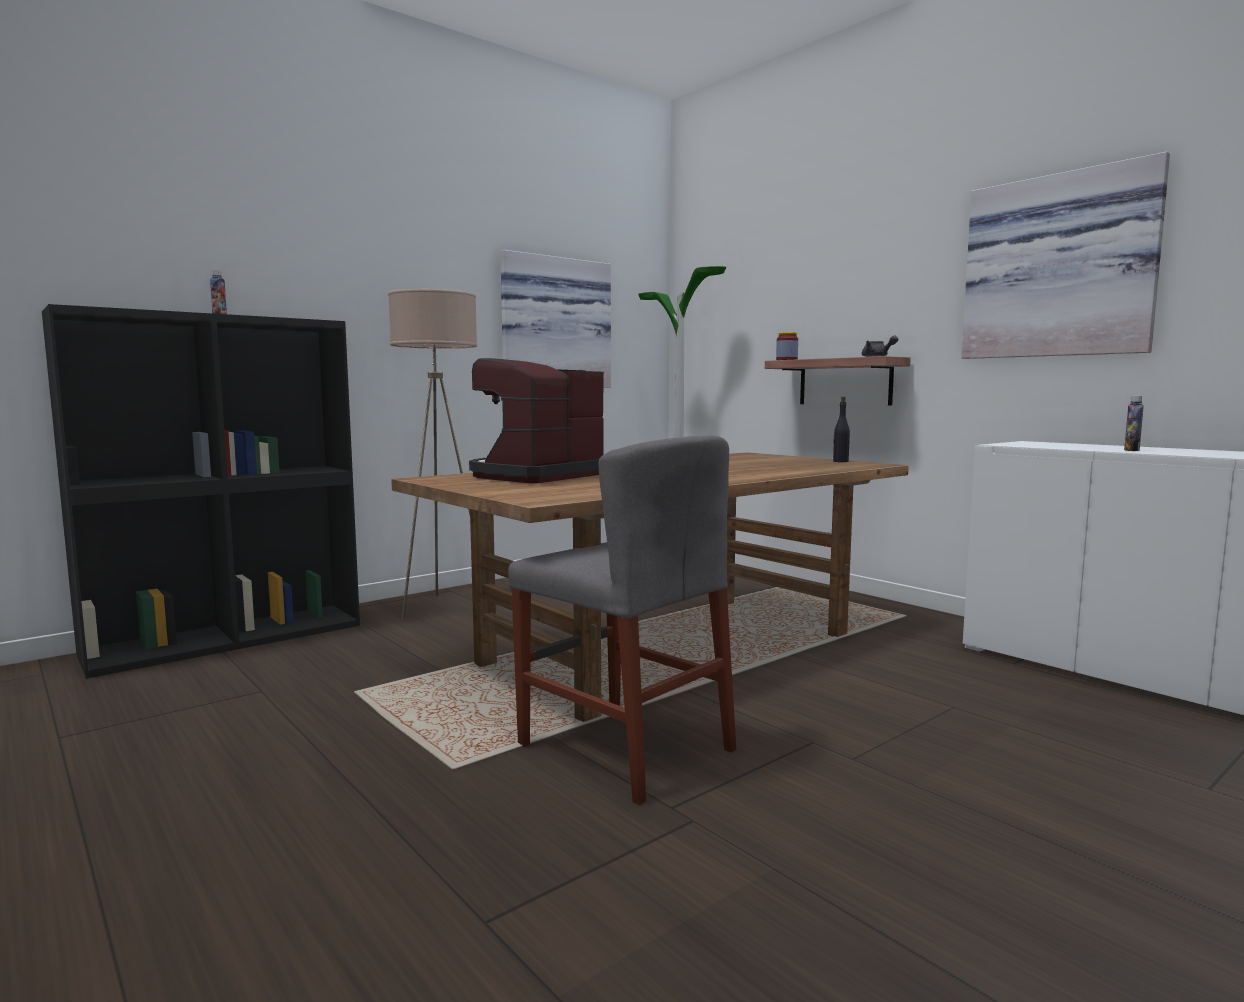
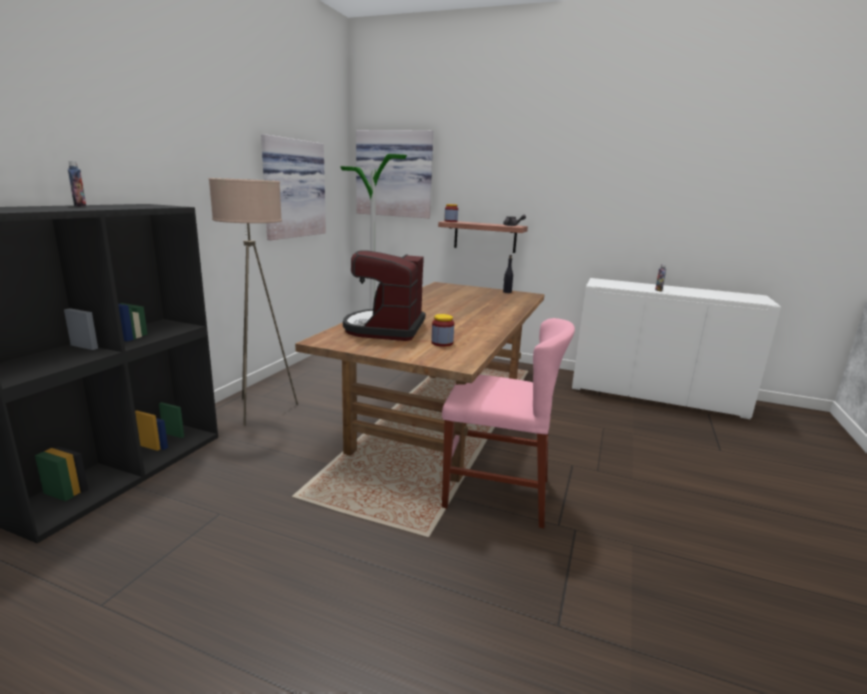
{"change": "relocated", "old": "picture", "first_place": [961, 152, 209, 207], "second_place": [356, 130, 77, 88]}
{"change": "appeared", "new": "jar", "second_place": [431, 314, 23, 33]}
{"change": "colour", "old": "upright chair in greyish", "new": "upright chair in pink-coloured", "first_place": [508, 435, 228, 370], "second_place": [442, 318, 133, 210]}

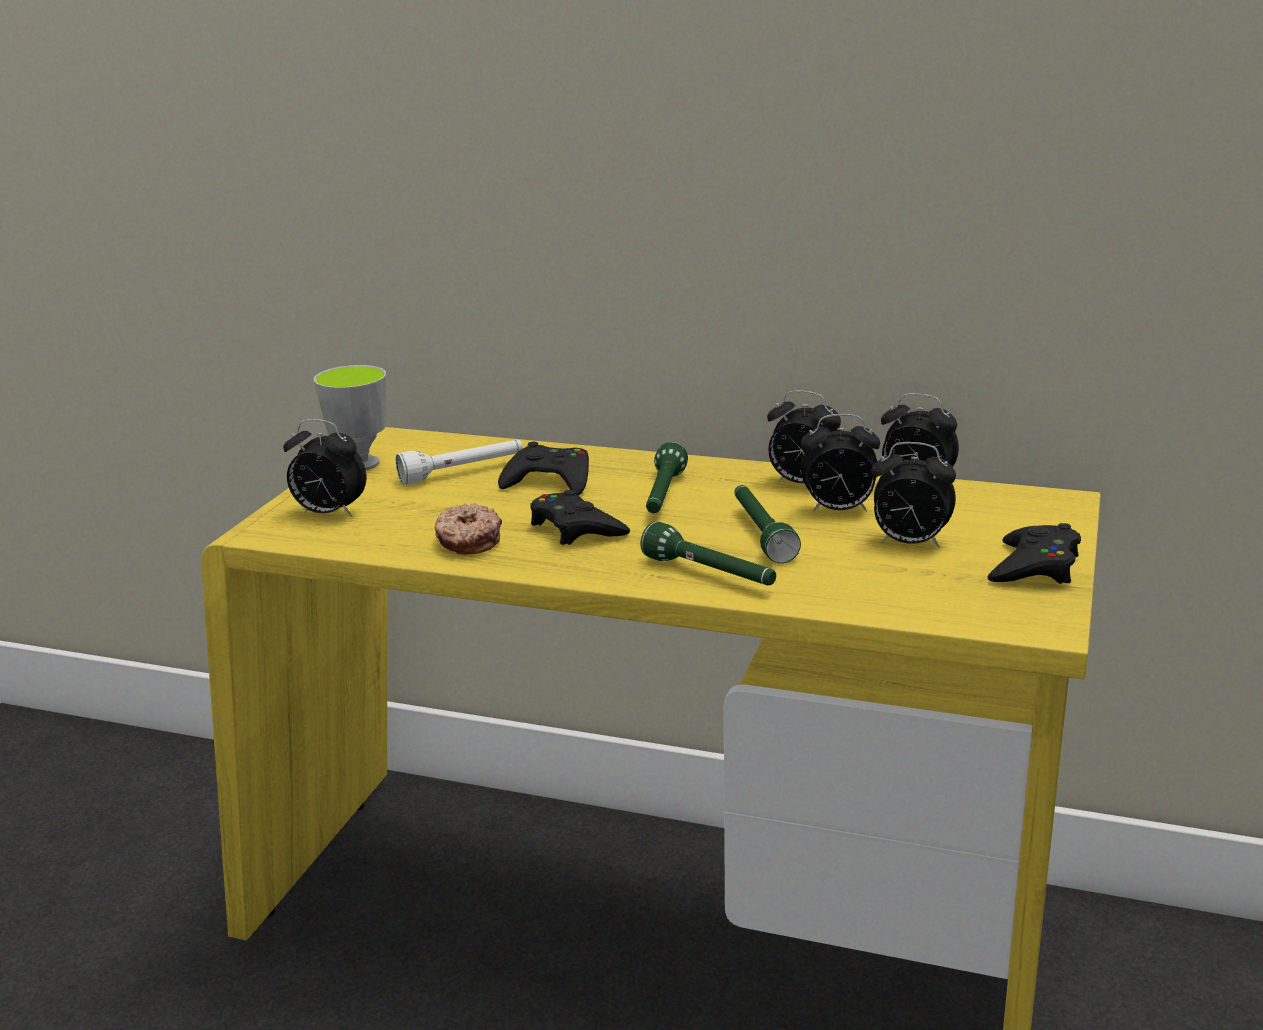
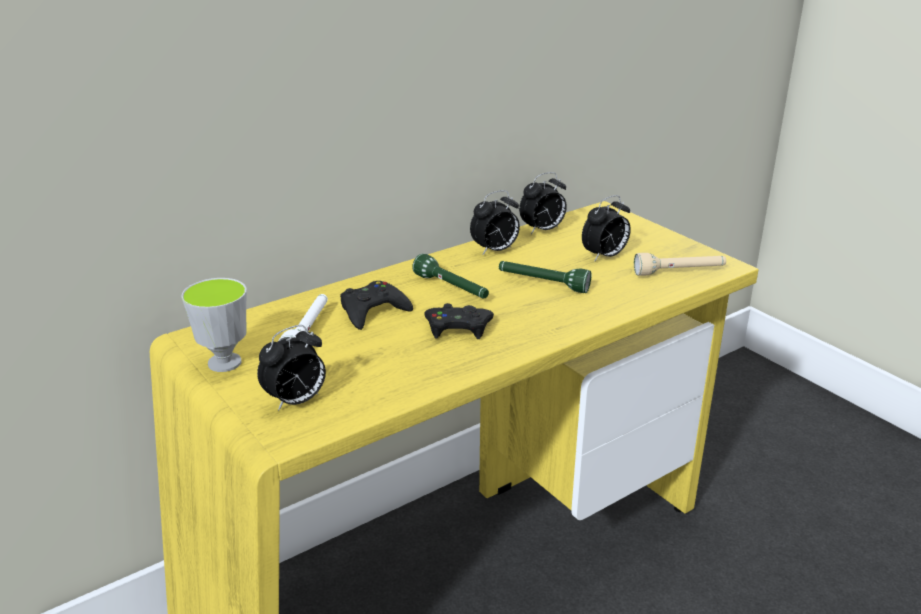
{"change": "appeared", "new": "torch in sand-coloured", "second_place": [634, 253, 92, 23]}
{"change": "missing", "old": "doughnut", "first_place": [435, 503, 67, 52]}
{"change": "missing", "old": "torch in greenish", "first_place": [640, 522, 136, 63]}
{"change": "missing", "old": "alarm clock", "first_place": [801, 414, 79, 98]}
{"change": "missing", "old": "gamepad in blackish", "first_place": [988, 523, 93, 61]}

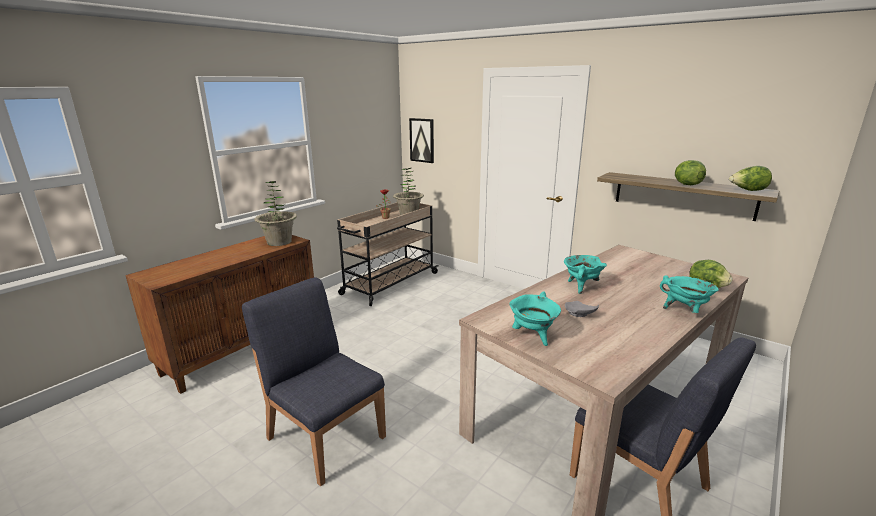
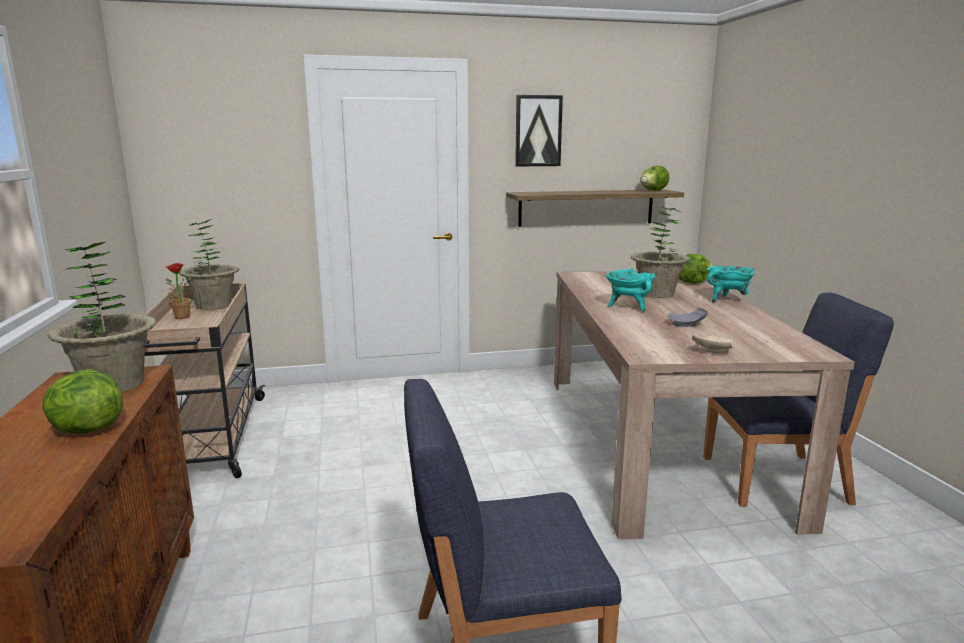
{"change": "relocated", "old": "lettuce head", "first_place": [675, 160, 31, 25], "second_place": [43, 369, 80, 64]}
{"change": "relocated", "old": "picture", "first_place": [409, 118, 25, 45], "second_place": [515, 95, 48, 71]}
{"change": "appeared", "new": "potted plant", "second_place": [630, 205, 60, 93]}
{"change": "exchanged", "old": "cooking pot in turquoise-coloured", "new": "dinner plate in sand-coloured", "first_place": [509, 291, 52, 55], "second_place": [692, 335, 41, 18]}

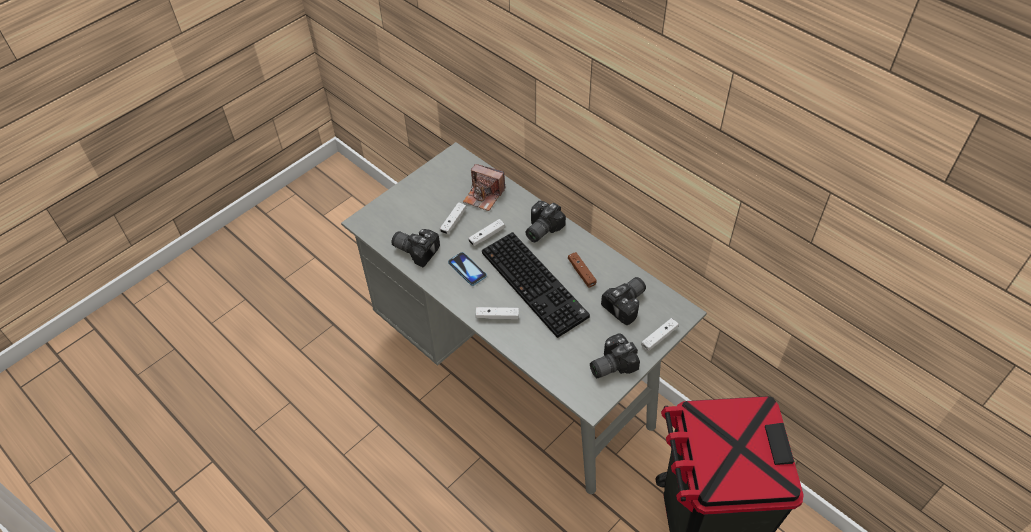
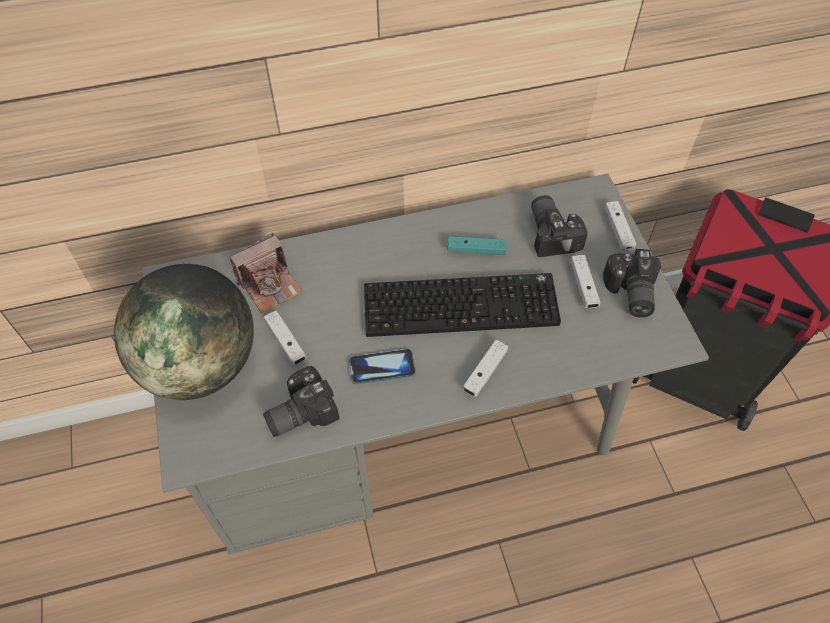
{"change": "appeared", "new": "desk globe", "second_place": [114, 264, 140, 136]}
{"change": "colour", "old": "gamepad in brown", "new": "gamepad in turquoise-coloured", "first_place": [568, 252, 29, 35], "second_place": [447, 236, 60, 19]}
{"change": "relocated", "old": "gamepad in whitish", "first_place": [468, 219, 37, 27], "second_place": [570, 255, 31, 53]}
{"change": "missing", "old": "still camera", "first_place": [525, 201, 41, 41]}

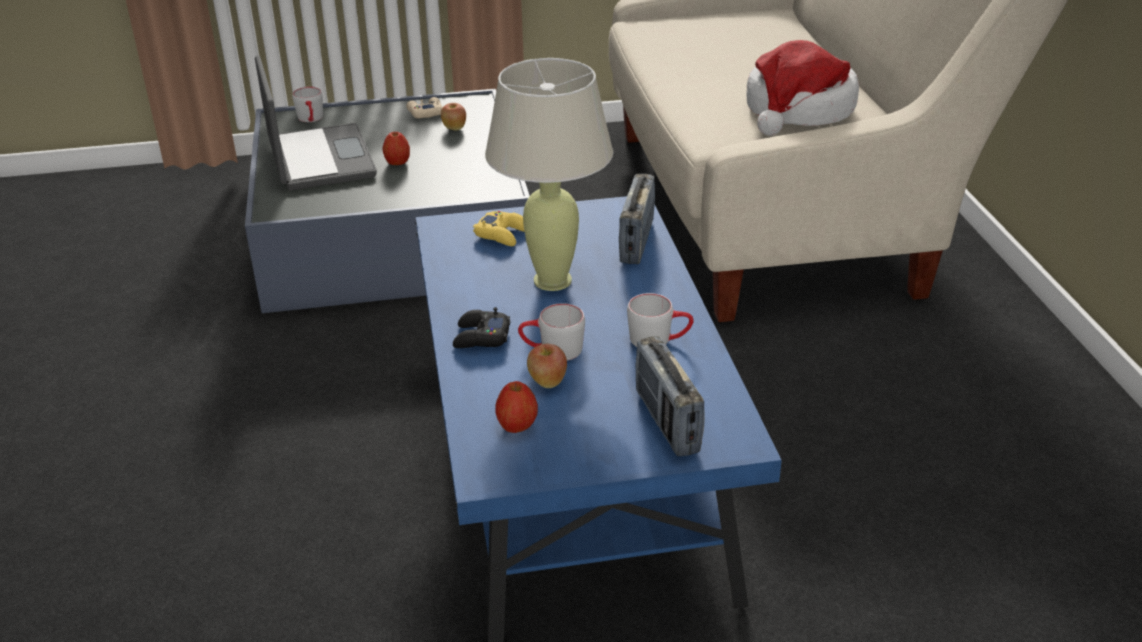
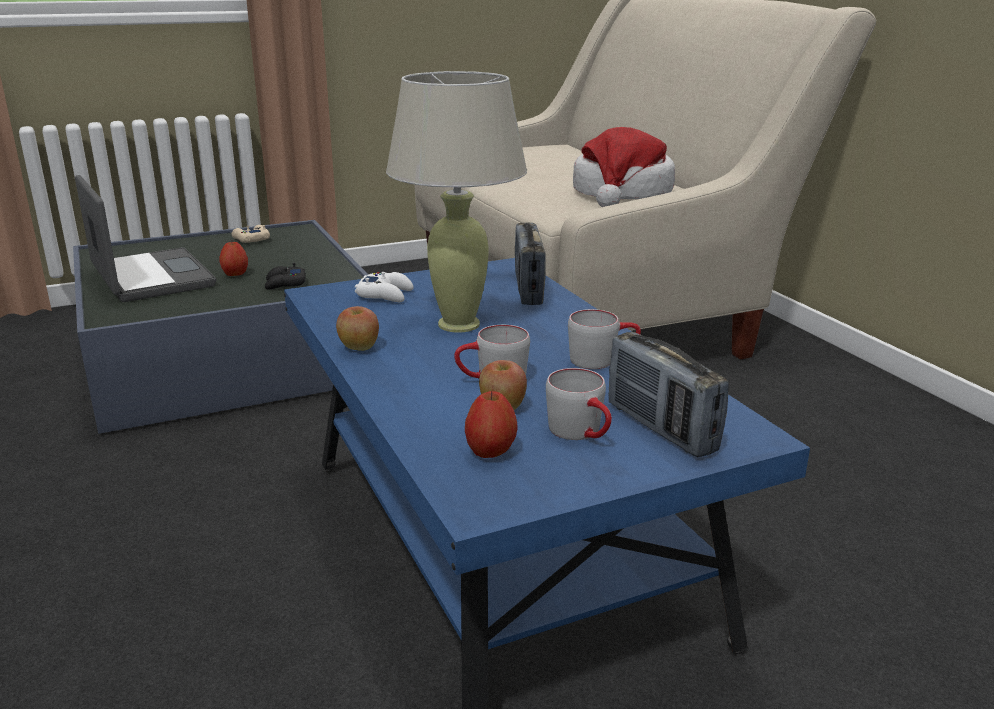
{"change": "relocated", "old": "gamepad in blackish", "first_place": [453, 307, 57, 41], "second_place": [265, 263, 41, 27]}
{"change": "relocated", "old": "apple fruit", "first_place": [441, 103, 25, 28], "second_place": [336, 306, 43, 45]}
{"change": "colour", "old": "gamepad in yellow", "new": "gamepad in whitish", "first_place": [473, 211, 51, 35], "second_place": [355, 272, 59, 30]}
{"change": "relocated", "old": "coffee mug in greyish", "first_place": [292, 87, 31, 35], "second_place": [546, 368, 66, 72]}

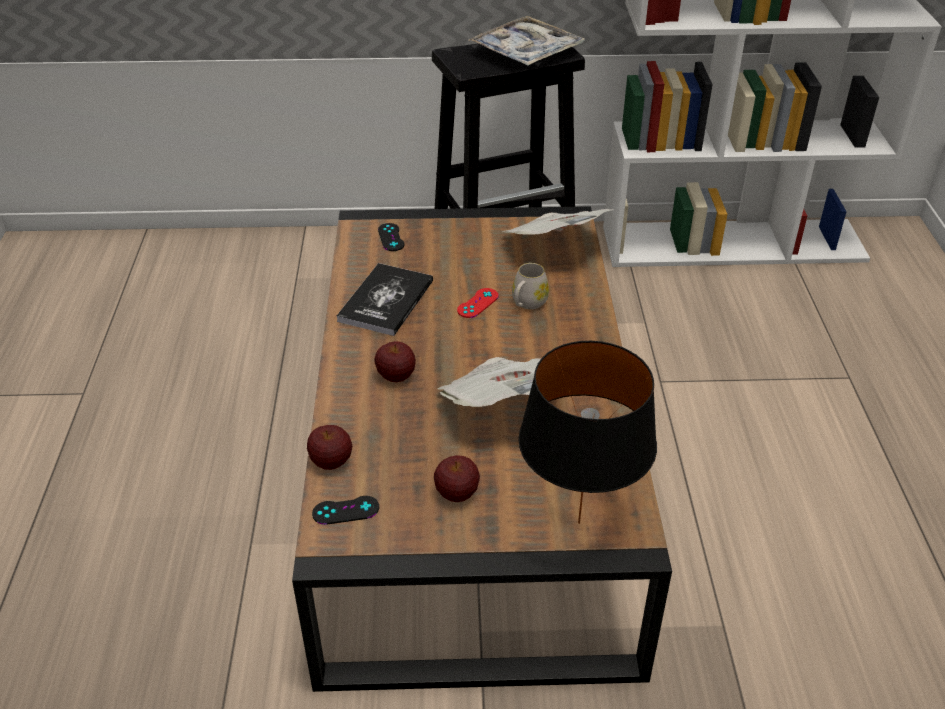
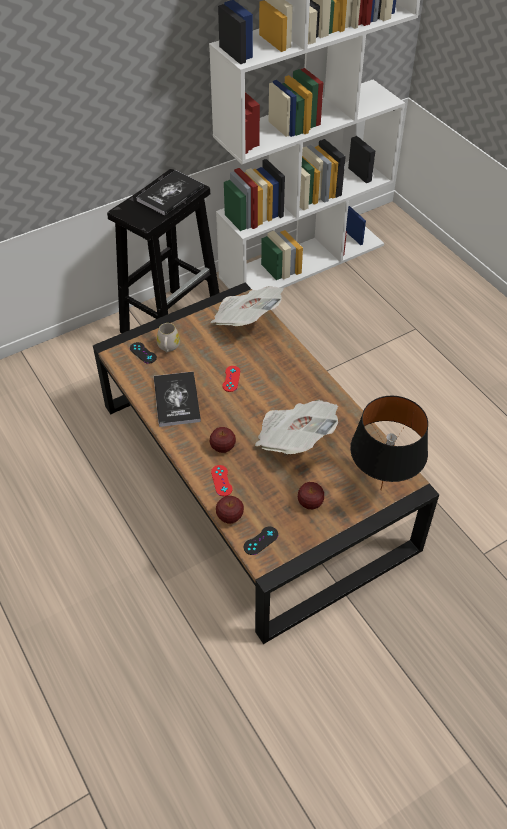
{"change": "exchanged", "old": "carrying tray", "new": "book", "first_place": [468, 16, 117, 50], "second_place": [136, 170, 68, 45]}
{"change": "relocated", "old": "coffee mug in whitish", "first_place": [512, 263, 37, 46], "second_place": [157, 323, 23, 29]}
{"change": "appeared", "new": "gamepad in red-coloured", "second_place": [211, 465, 22, 31]}

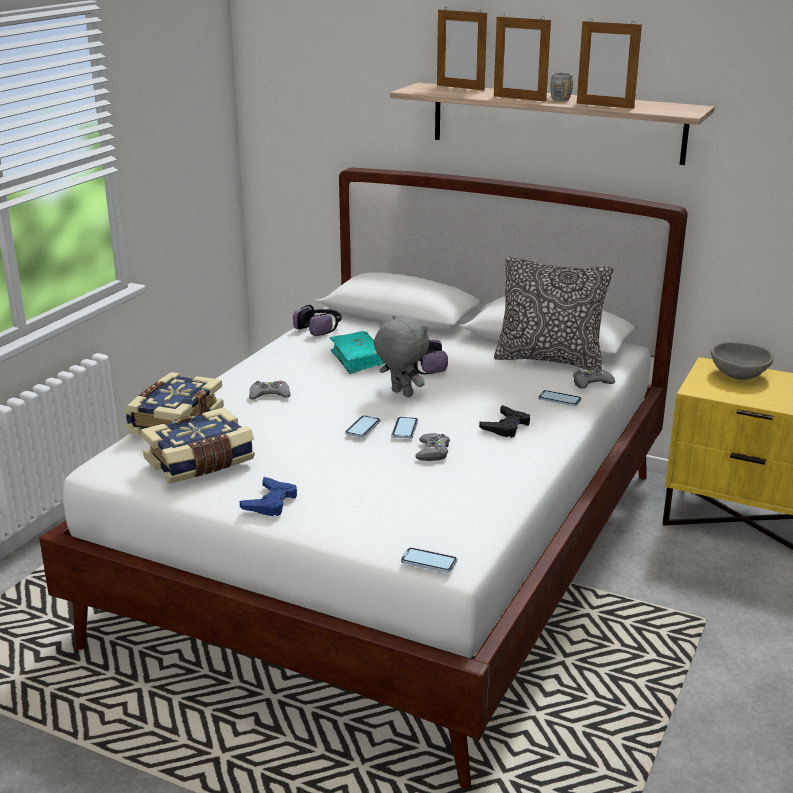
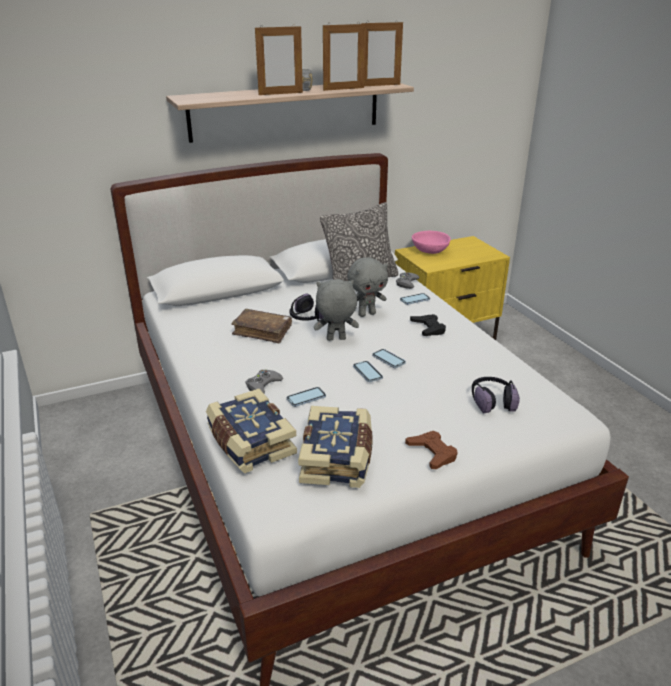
{"change": "colour", "old": "book in turquoise-coloured", "new": "book in brown", "first_place": [330, 331, 55, 43], "second_place": [231, 309, 61, 34]}
{"change": "relocated", "old": "phone", "first_place": [401, 547, 56, 26], "second_place": [287, 387, 39, 20]}
{"change": "appeared", "new": "soft toy in greyish", "second_place": [347, 258, 41, 59]}
{"change": "relocated", "old": "standing frame", "first_place": [437, 7, 50, 83], "second_place": [361, 20, 42, 66]}
{"change": "colour", "old": "gamepad in bluish", "new": "gamepad in brown", "first_place": [239, 477, 58, 39], "second_place": [405, 431, 53, 38]}
{"change": "colour", "old": "deep dish in greyish", "new": "deep dish in pink-coloured", "first_place": [711, 342, 63, 38], "second_place": [412, 231, 39, 23]}
{"change": "relocated", "old": "pair of headphones", "first_place": [293, 305, 49, 31], "second_place": [472, 377, 48, 36]}
{"change": "missing", "old": "gamepad in greyish", "first_place": [415, 433, 35, 28]}

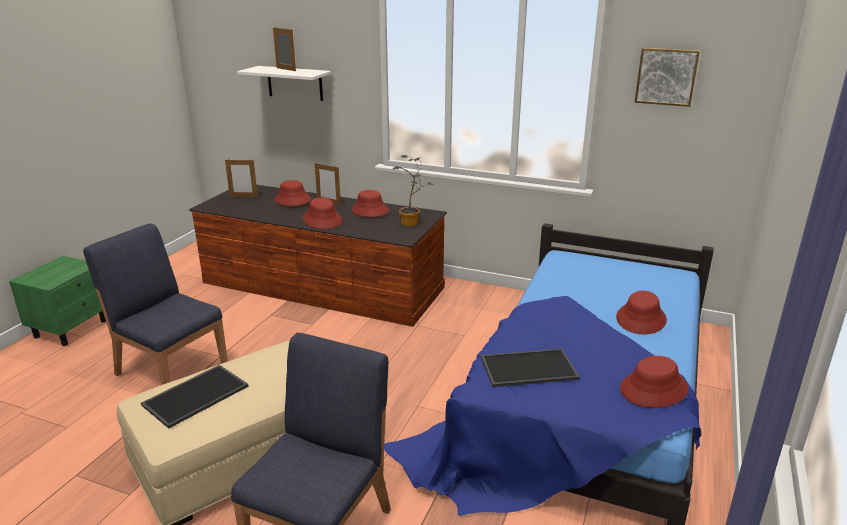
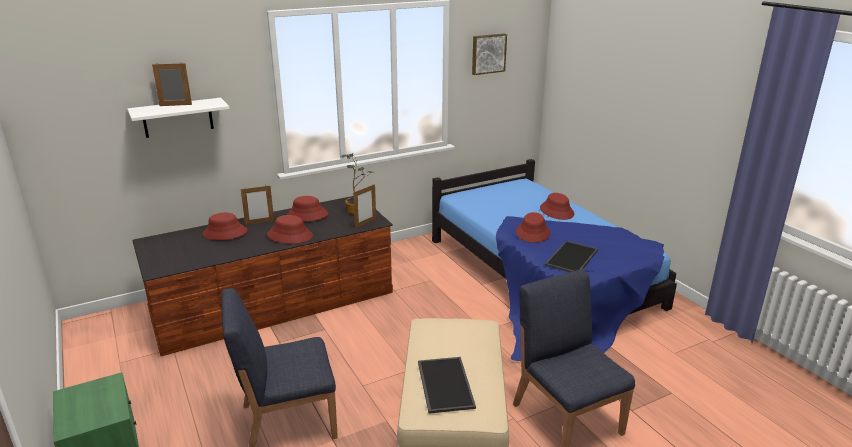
{"change": "relocated", "old": "standing frame", "first_place": [225, 159, 33, 38], "second_place": [353, 184, 23, 44]}
{"change": "relocated", "old": "wearable hat in red-coloured", "first_place": [620, 356, 69, 52], "second_place": [516, 212, 34, 31]}

